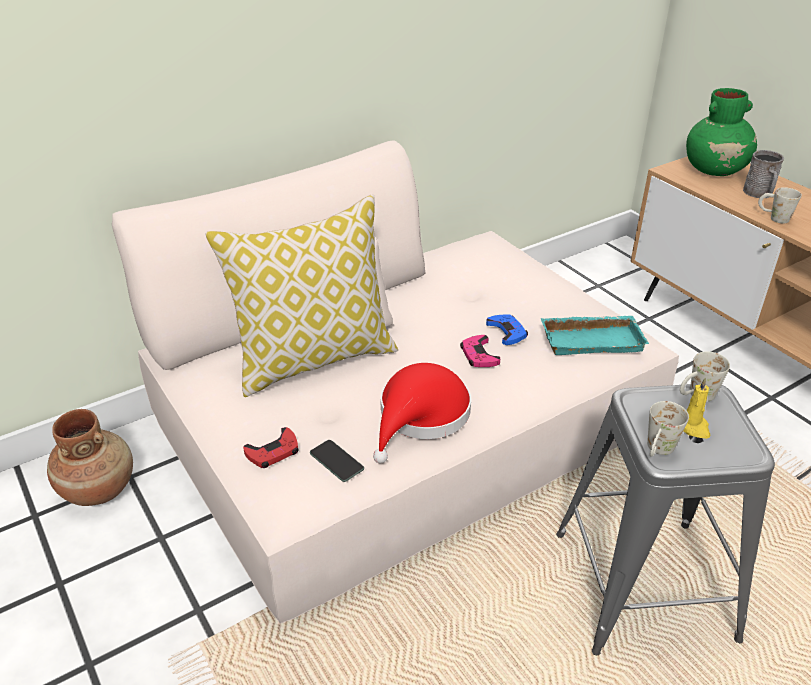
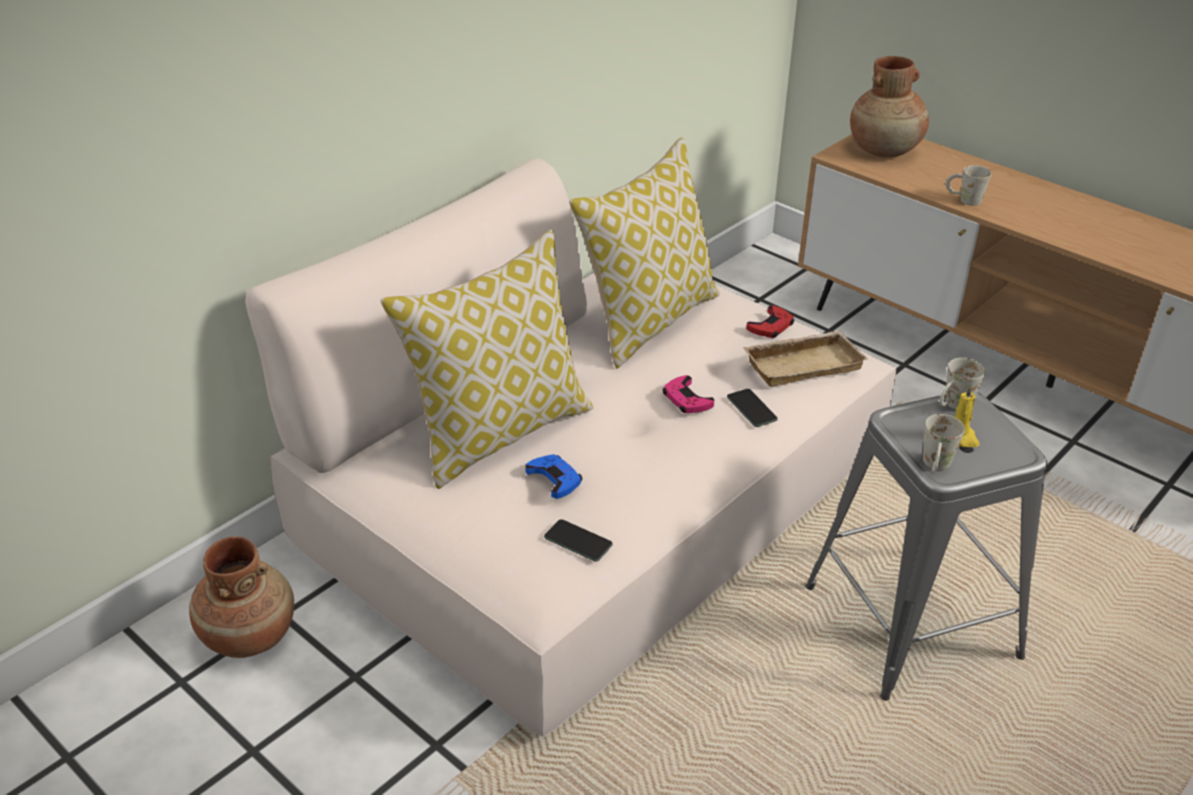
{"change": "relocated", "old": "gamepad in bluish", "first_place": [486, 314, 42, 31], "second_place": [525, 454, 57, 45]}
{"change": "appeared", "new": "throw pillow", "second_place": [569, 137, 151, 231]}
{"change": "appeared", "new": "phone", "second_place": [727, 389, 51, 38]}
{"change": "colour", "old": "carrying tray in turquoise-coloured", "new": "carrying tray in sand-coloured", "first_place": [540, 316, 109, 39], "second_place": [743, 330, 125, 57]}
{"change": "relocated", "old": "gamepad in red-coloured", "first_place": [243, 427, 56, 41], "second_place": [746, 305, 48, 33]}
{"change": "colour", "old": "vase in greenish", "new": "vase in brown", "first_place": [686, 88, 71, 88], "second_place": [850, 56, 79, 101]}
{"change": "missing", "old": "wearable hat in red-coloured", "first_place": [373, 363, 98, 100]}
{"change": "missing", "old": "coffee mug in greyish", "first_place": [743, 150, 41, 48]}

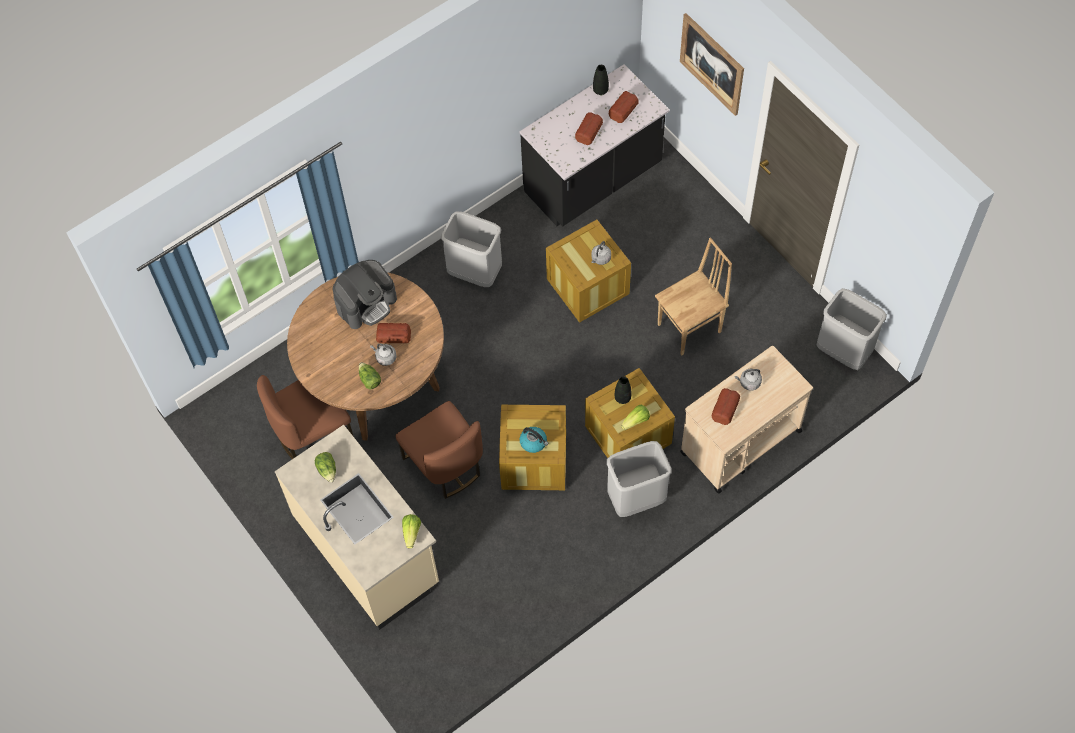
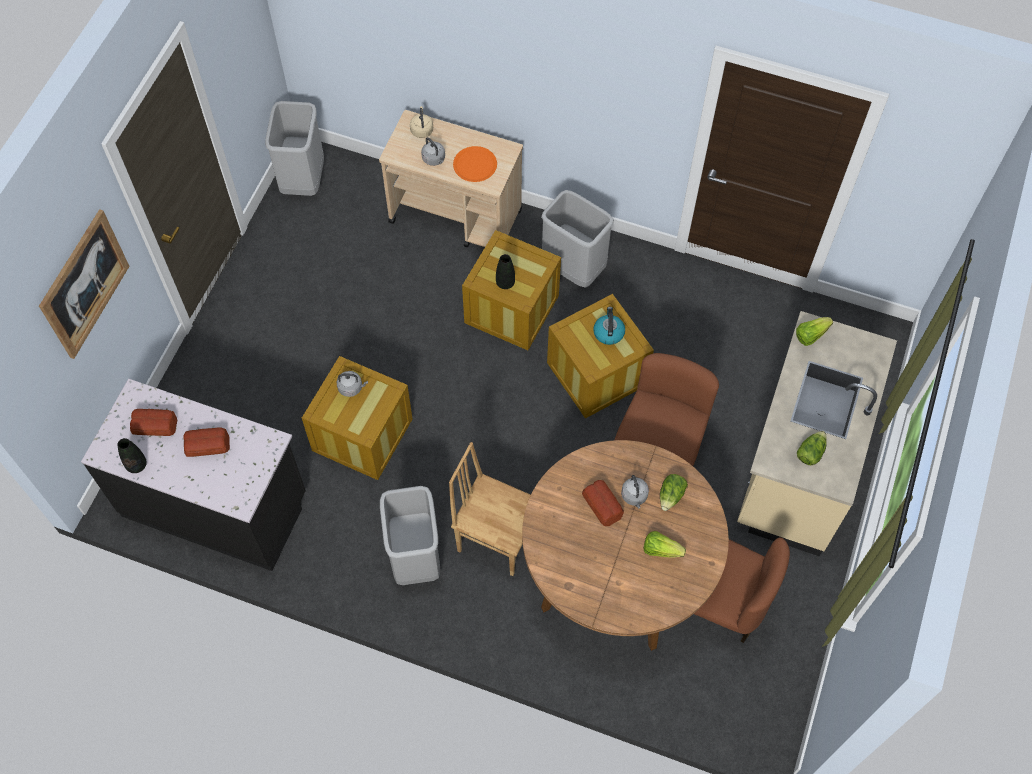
{"change": "appeared", "new": "tea kettle in sand-coloured", "second_place": [410, 106, 23, 32]}
{"change": "relocated", "old": "upright chair in brown", "first_place": [655, 238, 77, 118], "second_place": [449, 442, 82, 134]}
{"change": "exchanged", "old": "baked bread", "new": "dinner plate in orange-coloured", "first_place": [712, 388, 28, 37], "second_place": [453, 146, 44, 36]}
{"change": "relocated", "old": "lettuce head", "first_place": [621, 405, 29, 25], "second_place": [644, 531, 42, 27]}
{"change": "missing", "old": "coffee machine", "first_place": [333, 260, 64, 69]}

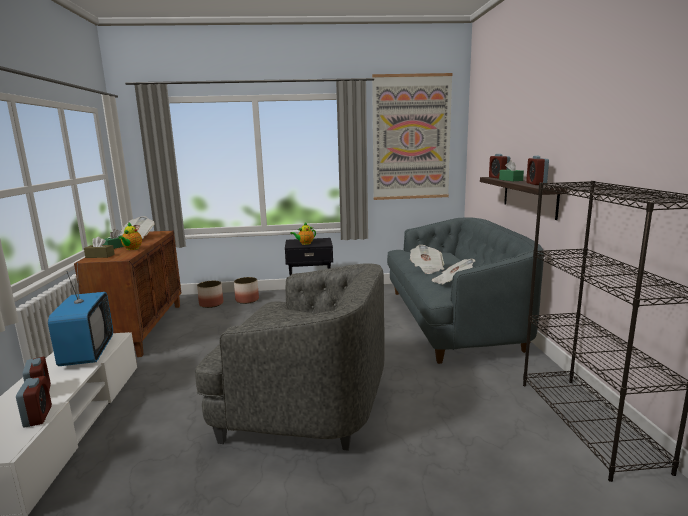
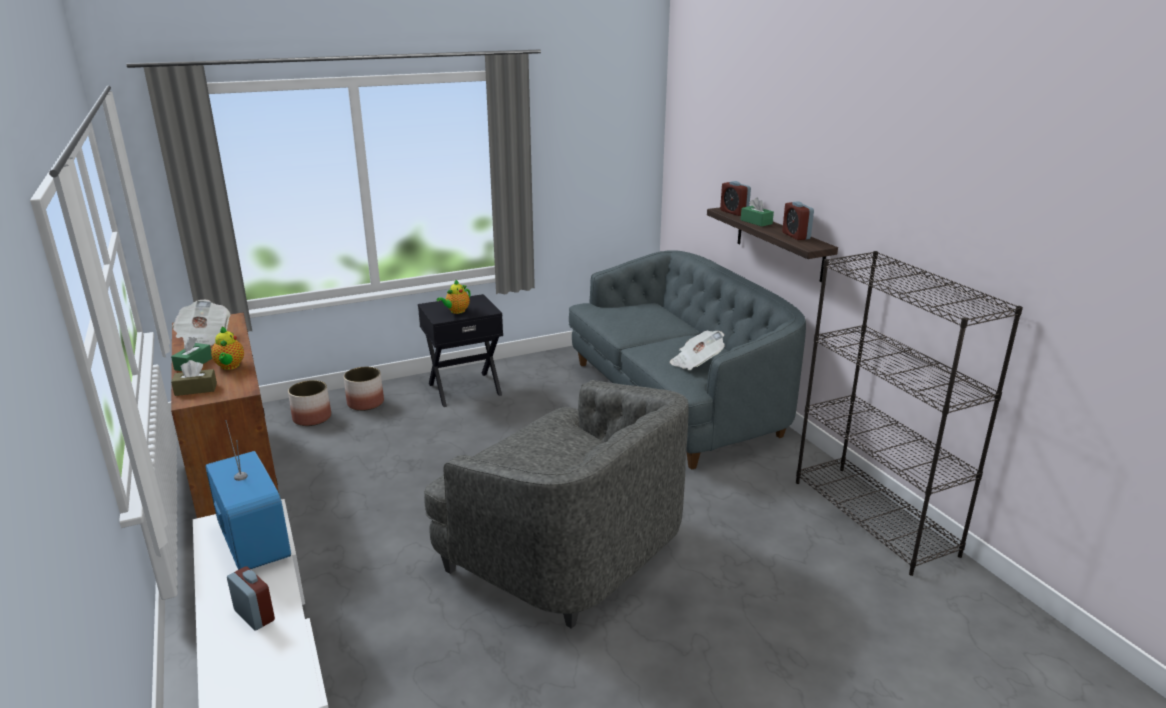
{"change": "spun", "old": "lounge chair in greyish", "first_place": [195, 263, 189, 188], "second_place": [424, 380, 265, 249], "degrees": 45}
{"change": "missing", "old": "alarm clock", "first_place": [16, 376, 36, 52]}
{"change": "missing", "old": "picture", "first_place": [372, 73, 80, 127]}
{"change": "missing", "old": "newspaper", "first_place": [410, 245, 34, 29]}

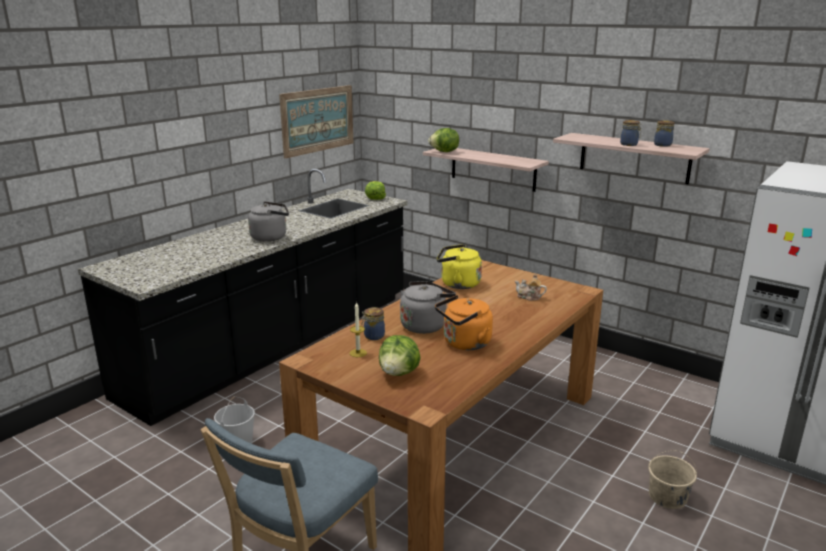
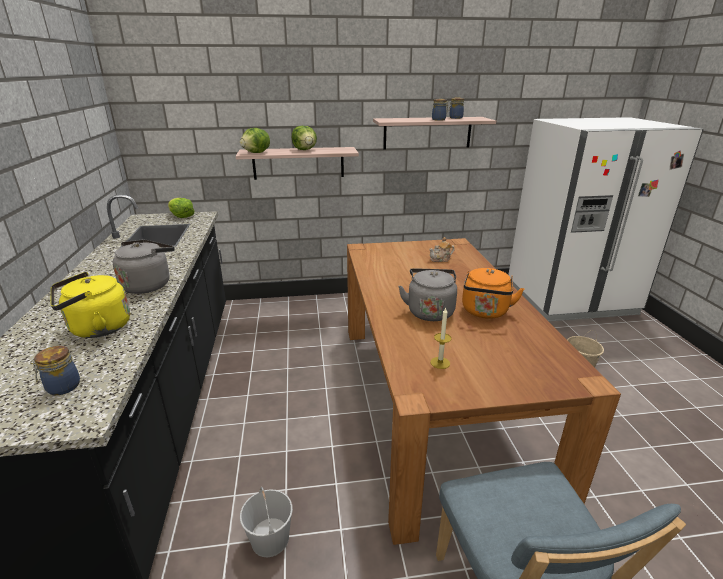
{"change": "relocated", "old": "jar", "first_place": [361, 307, 24, 33], "second_place": [30, 346, 50, 49]}
{"change": "relocated", "old": "tea kettle in yellow", "first_place": [437, 244, 45, 45], "second_place": [51, 272, 79, 66]}
{"change": "relocated", "old": "lettuce head", "first_place": [379, 335, 41, 41], "second_place": [292, 126, 25, 24]}
{"change": "missing", "old": "picture", "first_place": [279, 85, 74, 74]}

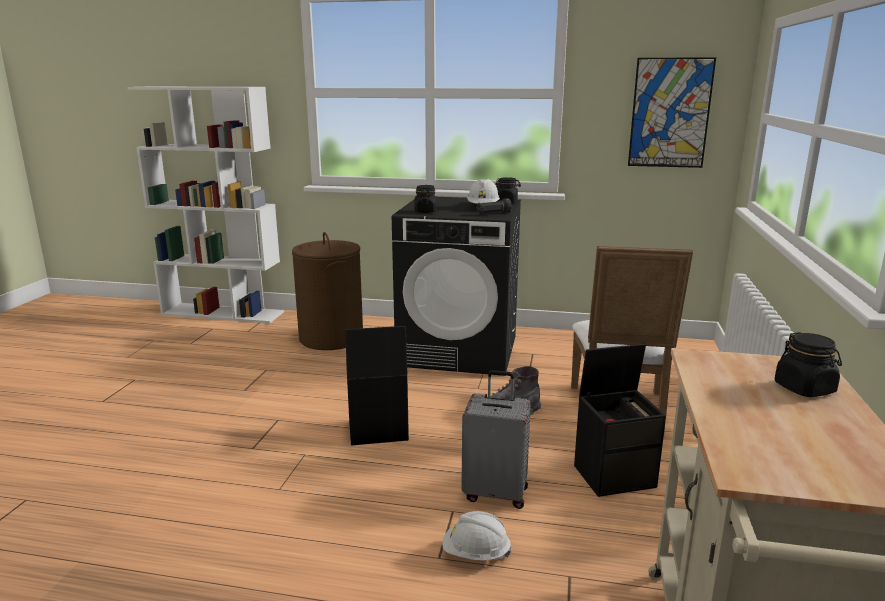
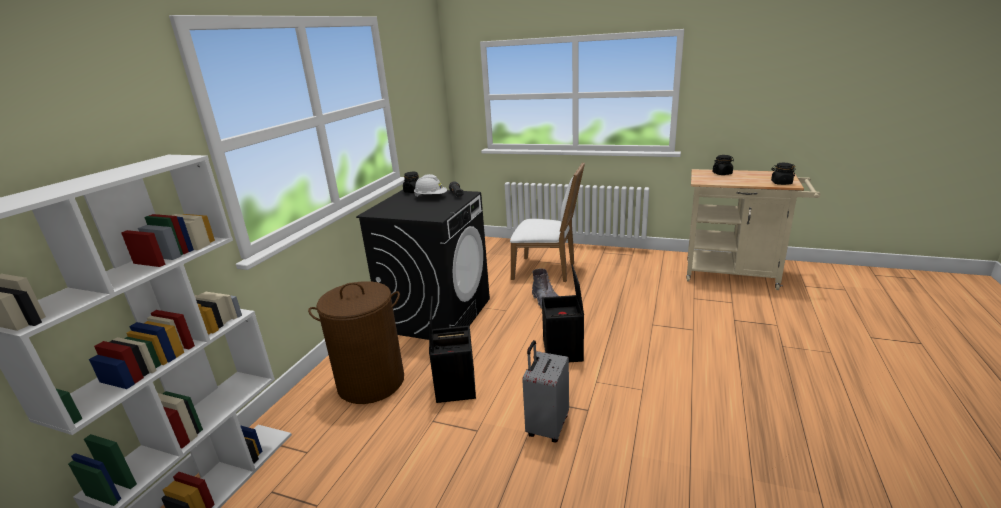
{"change": "relocated", "old": "storage box in blackish", "first_place": [574, 344, 92, 153], "second_place": [429, 296, 47, 107]}
{"change": "relocated", "old": "travel case in greyish", "first_place": [461, 370, 70, 139], "second_place": [522, 340, 47, 103]}
{"change": "relocated", "old": "jar in blackish", "first_place": [415, 185, 22, 28], "second_place": [771, 163, 24, 22]}
{"change": "missing", "old": "work helmet in whitish", "first_place": [442, 511, 69, 50]}
{"change": "missing", "old": "picture", "first_place": [628, 57, 88, 111]}

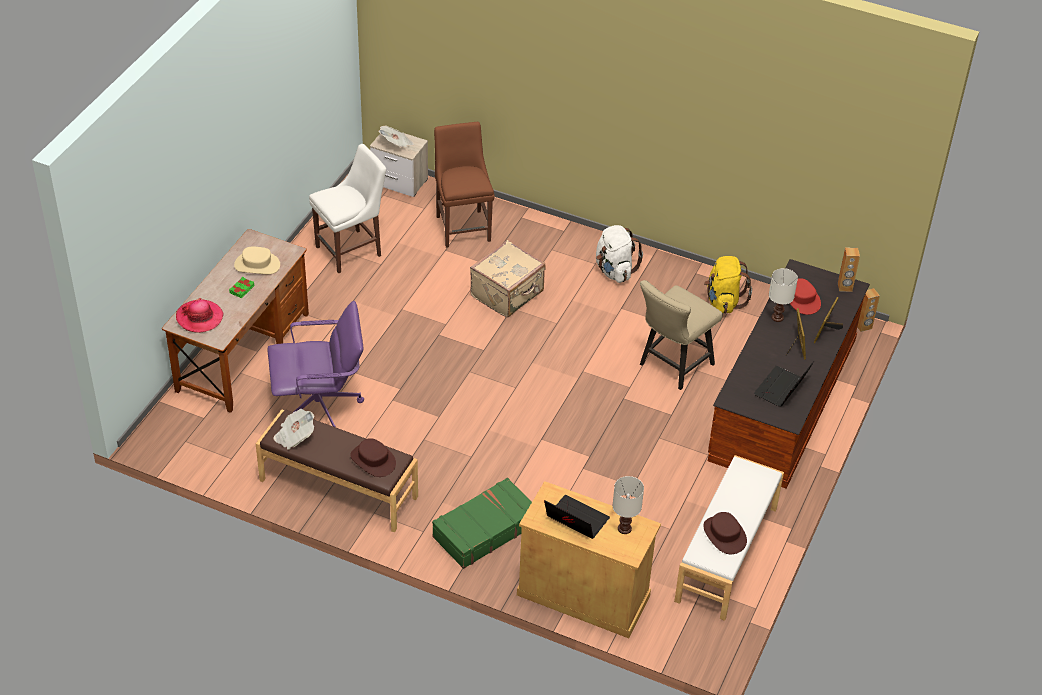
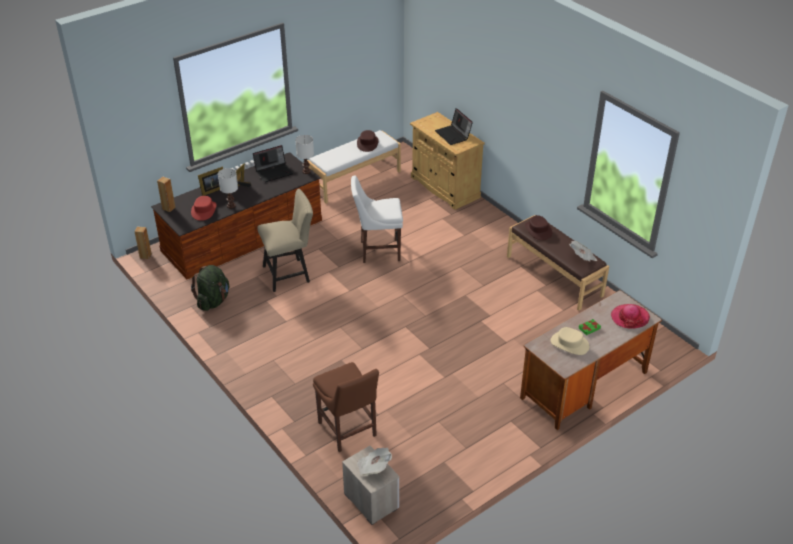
{"change": "colour", "old": "rucksack in yellow", "new": "rucksack in greenish", "first_place": [704, 256, 48, 58], "second_place": [191, 265, 39, 46]}
{"change": "relocated", "old": "lamp for a table in whitish", "first_place": [612, 476, 32, 58], "second_place": [296, 135, 18, 39]}
{"change": "spun", "old": "upright chair in brown", "first_place": [434, 122, 61, 126], "second_place": [313, 362, 66, 90], "degrees": -45}
{"change": "relocated", "old": "upright chair in whitish", "first_place": [309, 144, 77, 129], "second_place": [351, 175, 52, 88]}
{"change": "missing", "old": "office chair in purplish", "first_place": [268, 301, 96, 126]}
{"change": "missing", "old": "travel case in greenish", "first_place": [432, 477, 100, 92]}
{"change": "missing", "old": "travel case in sand-coloured", "first_place": [470, 240, 76, 78]}
{"change": "missing", "old": "rucksack in whitish", "first_place": [596, 225, 47, 58]}

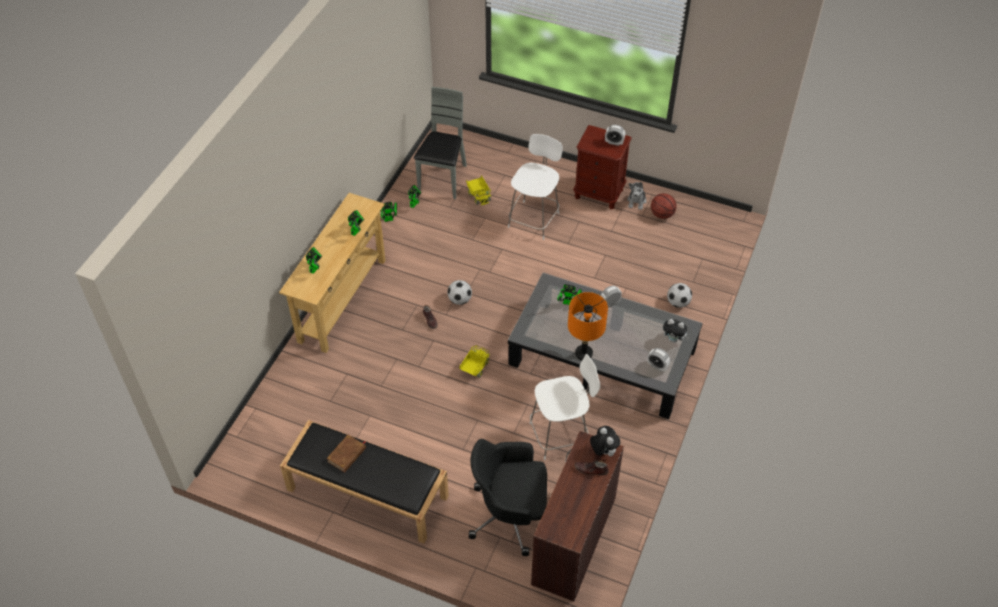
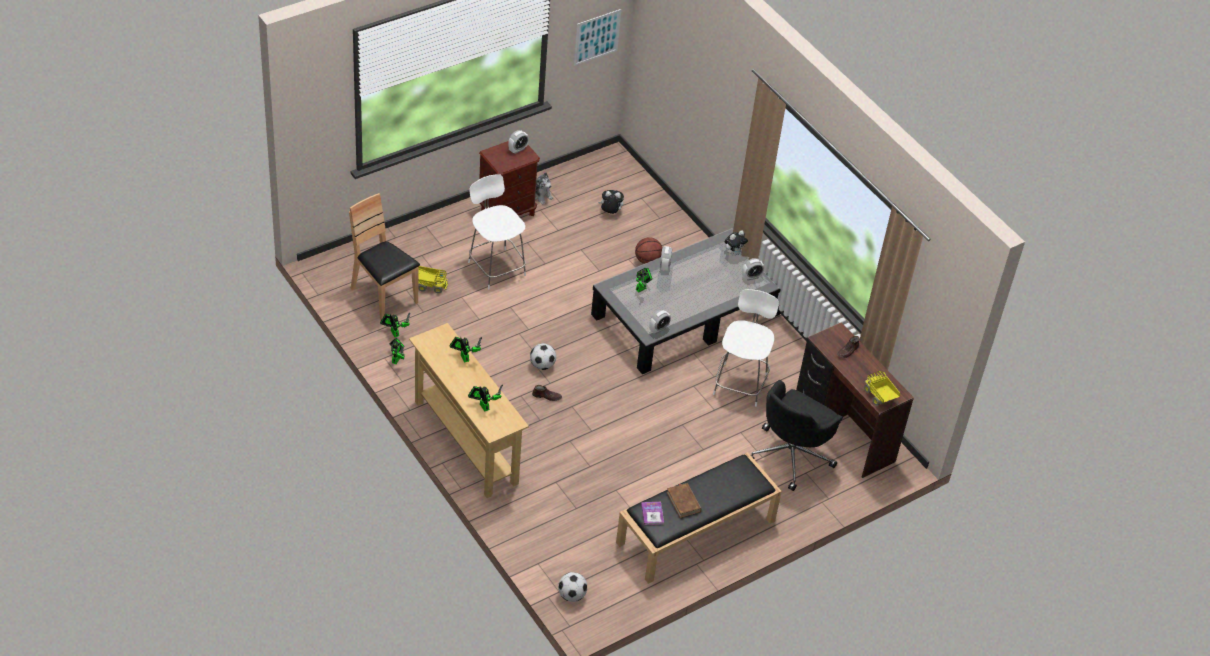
{"change": "colour", "old": "upright chair in greyish", "new": "upright chair in brown", "first_place": [414, 87, 53, 112], "second_place": [349, 193, 71, 128]}
{"change": "relocated", "old": "ball for football", "first_place": [667, 283, 25, 25], "second_place": [558, 572, 29, 30]}
{"change": "appeared", "new": "picture", "second_place": [574, 9, 47, 57]}
{"change": "relocated", "old": "soft toy", "first_place": [590, 426, 30, 30], "second_place": [598, 190, 26, 24]}
{"change": "relocated", "old": "basketball", "first_place": [651, 193, 26, 26], "second_place": [635, 237, 27, 27]}
{"change": "appeared", "new": "book", "second_place": [641, 502, 23, 23]}
{"change": "appeared", "new": "alarm clock", "second_place": [649, 310, 22, 24]}
{"change": "relocated", "old": "toy lorry", "first_place": [459, 345, 31, 33], "second_place": [864, 371, 36, 35]}
{"change": "missing", "old": "lamp for a table in orange-coloured", "first_place": [568, 292, 40, 68]}

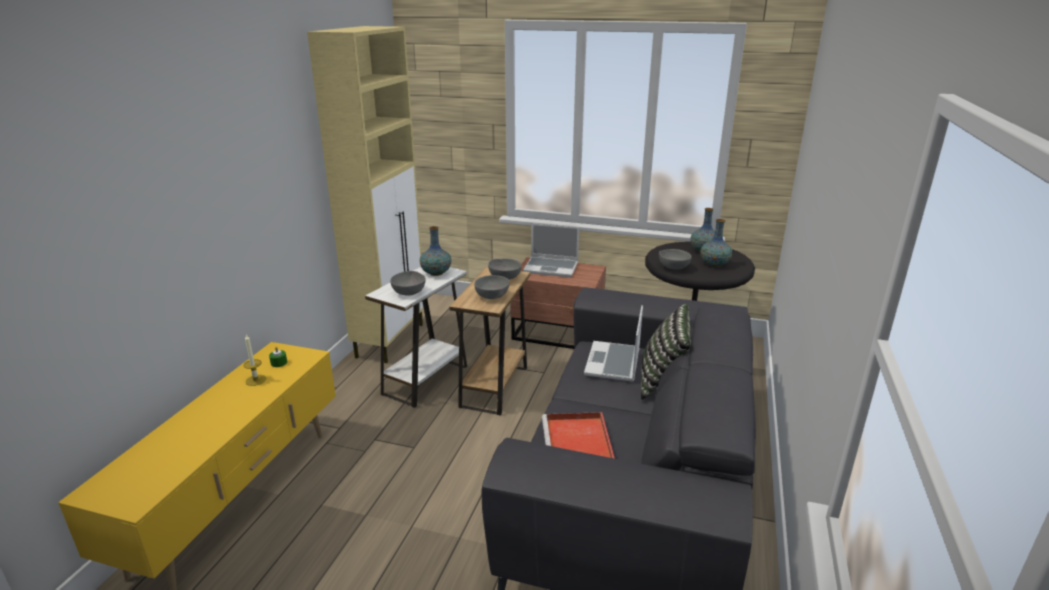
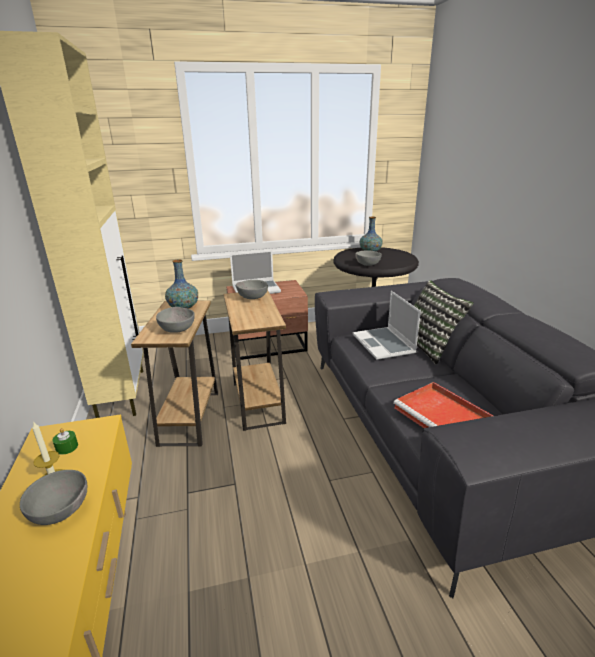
{"change": "relocated", "old": "deep dish in greyish", "first_place": [474, 275, 36, 24], "second_place": [20, 470, 67, 55]}
{"change": "colour", "old": "accent table in whitish", "new": "accent table in brown", "first_place": [365, 267, 102, 141], "second_place": [131, 301, 87, 146]}
{"change": "missing", "old": "vase", "first_place": [700, 219, 32, 48]}

